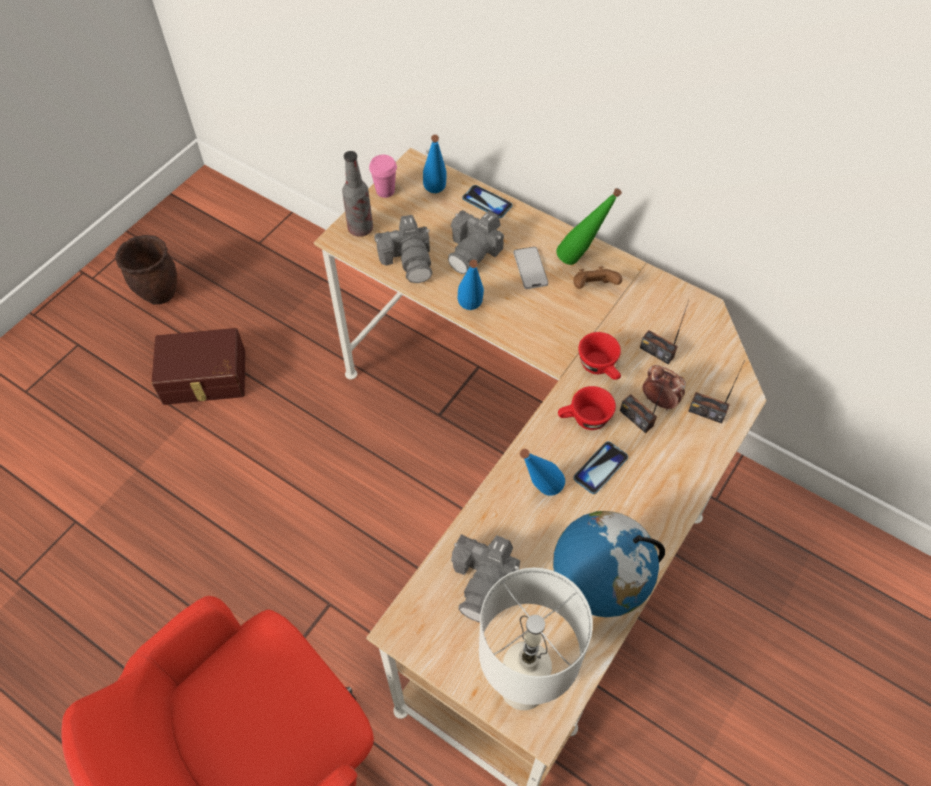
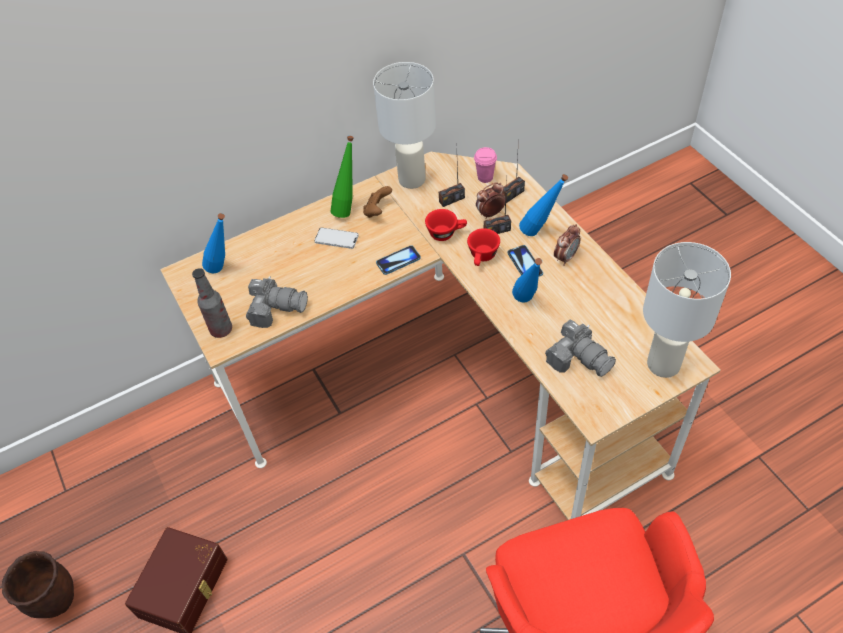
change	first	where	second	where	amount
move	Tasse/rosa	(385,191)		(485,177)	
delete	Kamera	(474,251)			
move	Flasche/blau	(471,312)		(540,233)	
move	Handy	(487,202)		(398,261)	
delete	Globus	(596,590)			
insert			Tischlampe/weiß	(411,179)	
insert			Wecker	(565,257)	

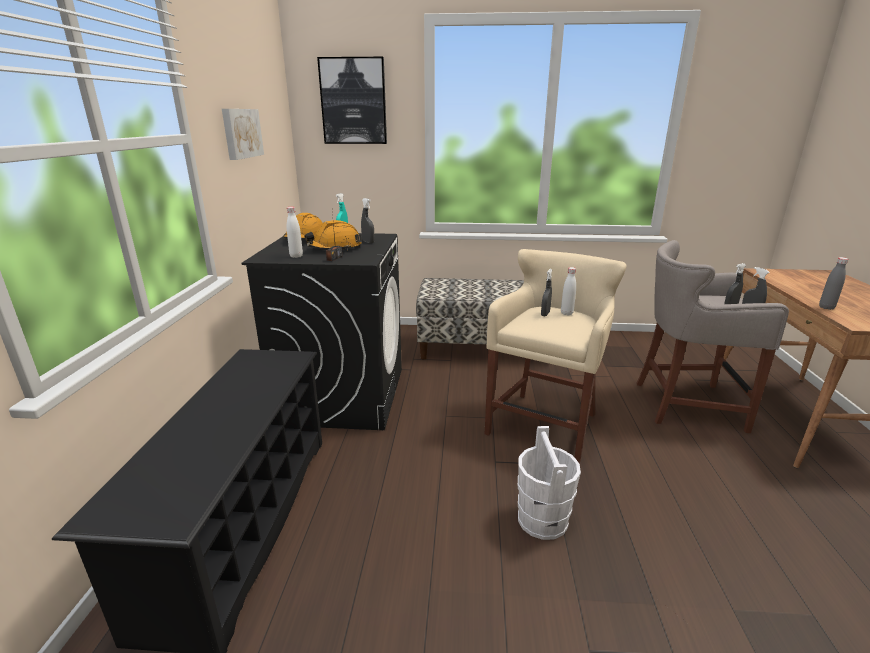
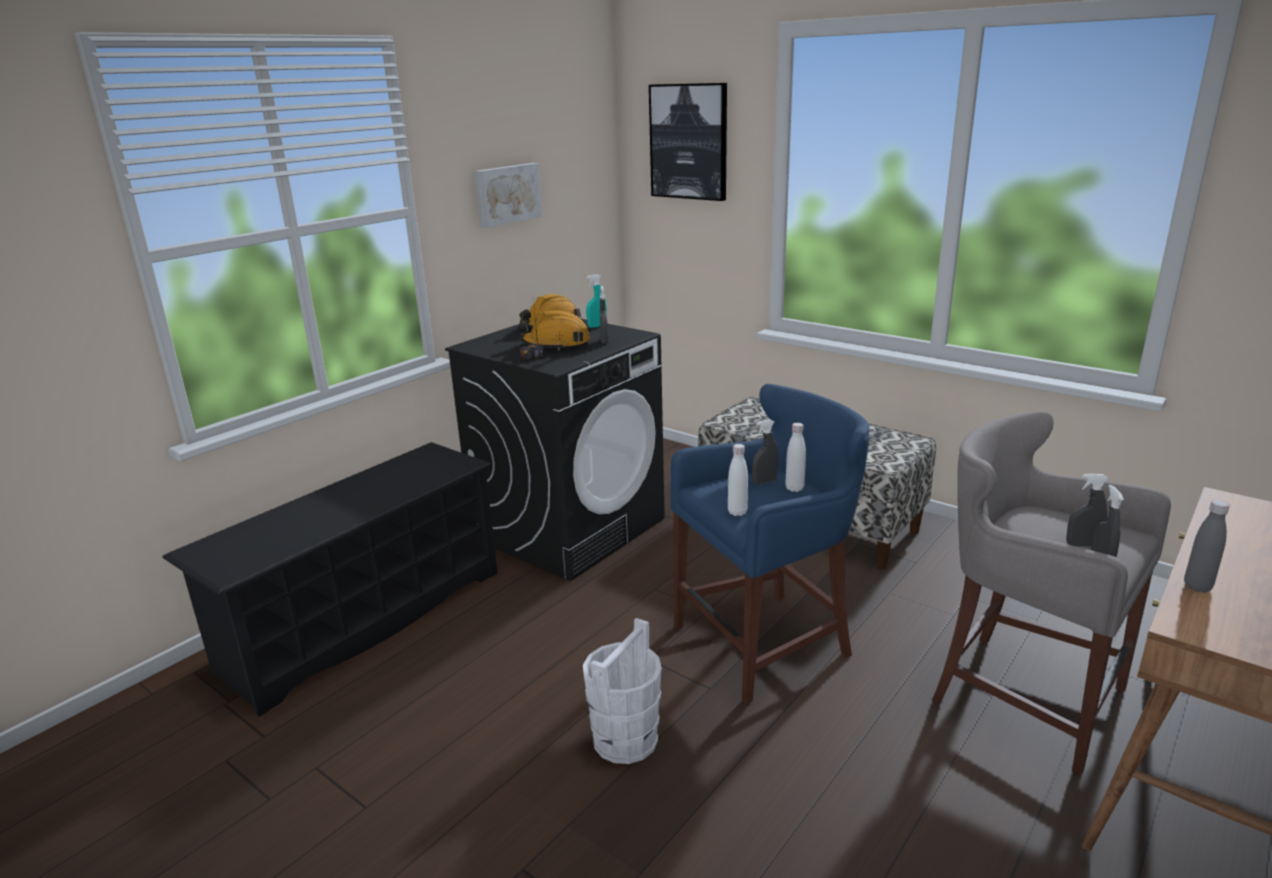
change	first	where	second	where	amount
move	Flasche/weiß	(296,256)		(737,512)	
recolor	Hocker/beige	(545,423)	Hocker/blau	(767,640)	

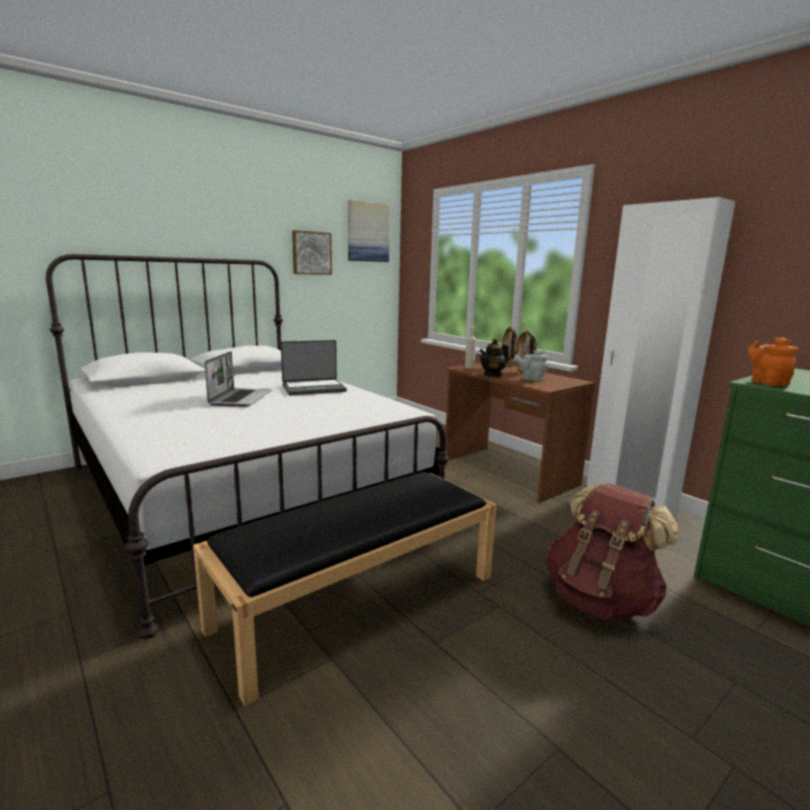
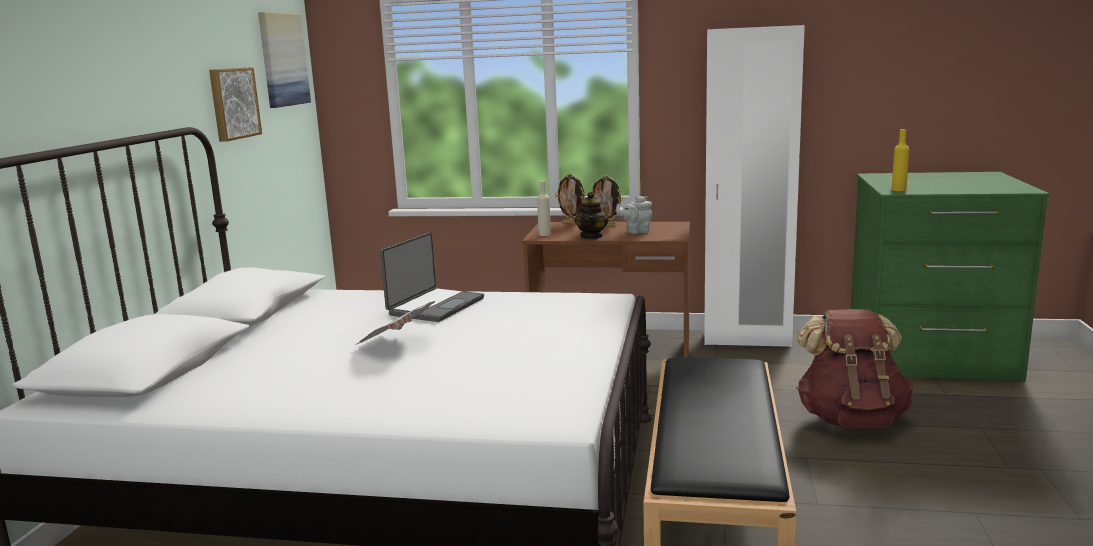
change	first	where	second	where	amount
replace	Laptop	(240,398)	Zeitung	(397,344)	
replace	Teekanne/orange	(766,382)	Flasche/gelb	(898,190)	

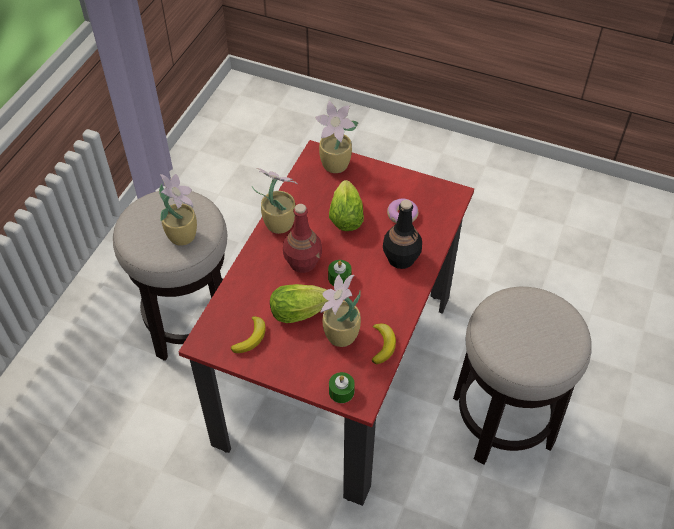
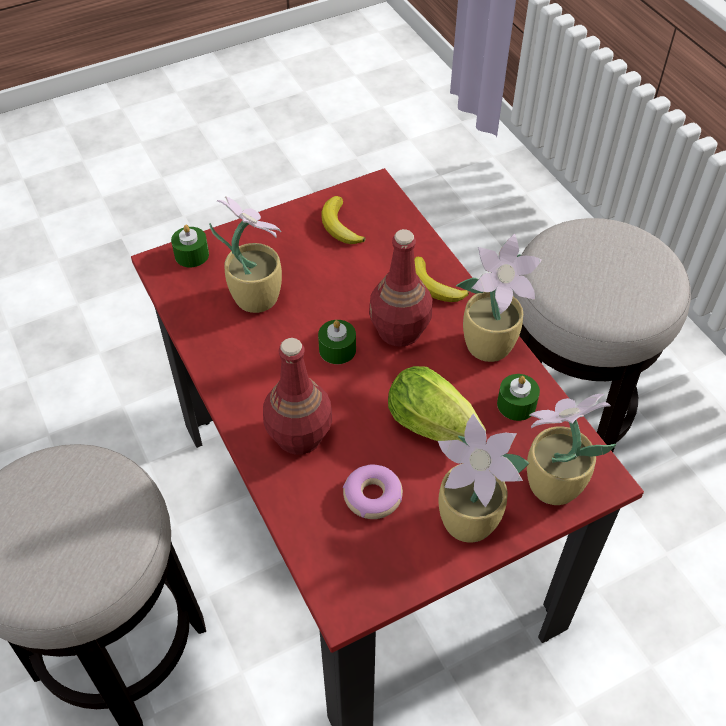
change	first	where	second	where	amount
move	Topfpflanze	(183,235)		(470,523)	
delete	Salatkopf	(302,312)			
move	Banane	(382,345)		(434,286)	
recolor	Flasche/schwarz	(401,259)	Flasche/rot	(299,434)	
insert			Kerze/grün	(516,404)	

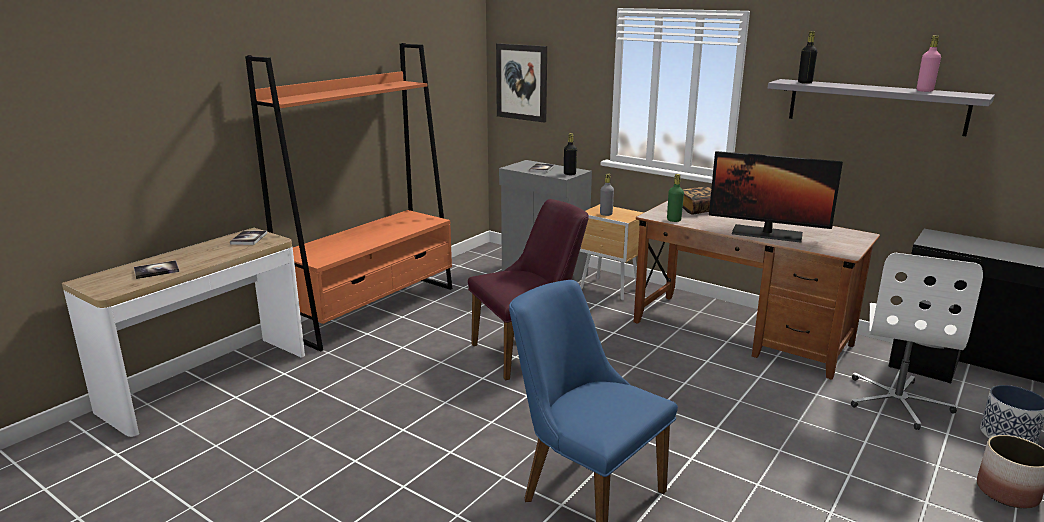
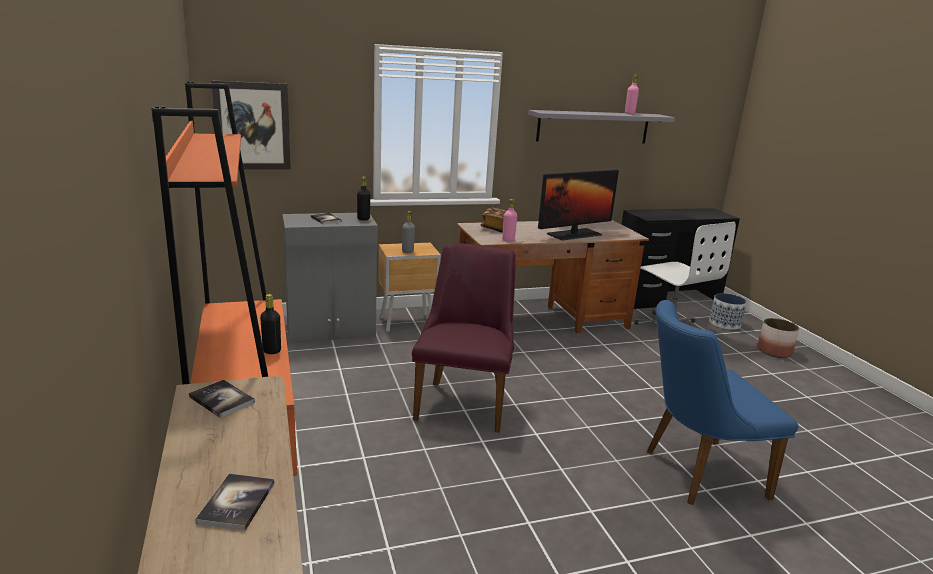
change	first	where	second	where	amount
recolor	Flasche/grün	(674,220)	Flasche/rosa	(508,240)	
move	Flasche/schwarz	(805,82)		(272,351)	

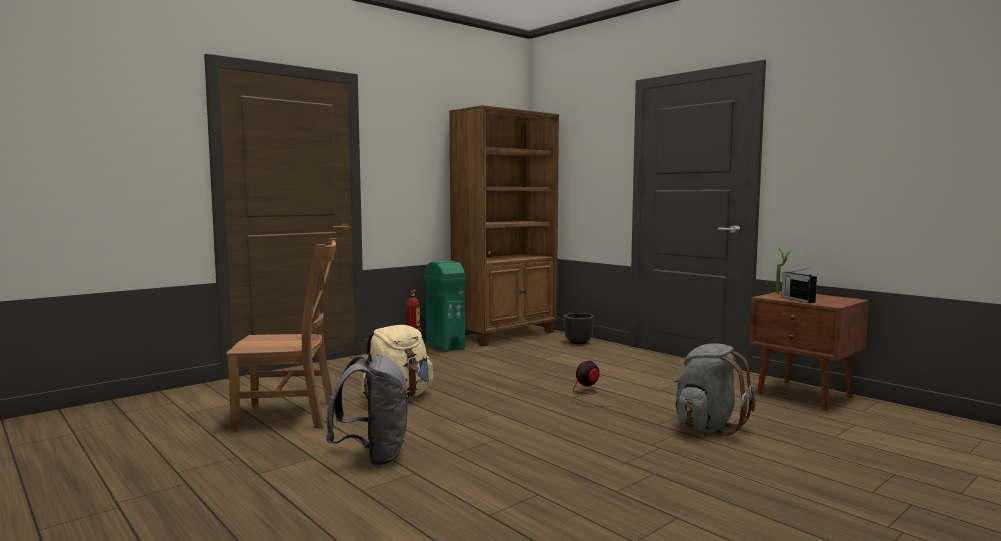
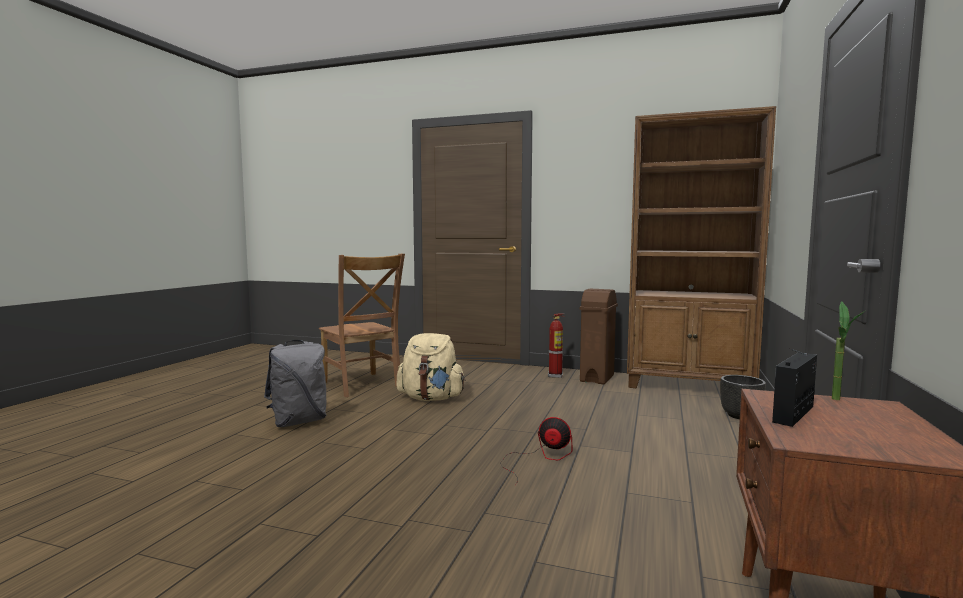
change	first	where	second	where	amount
recolor	Mülleimer/grün	(445,347)	Mülleimer/braun	(597,378)	
delete	Rucksack/grau	(707,426)			

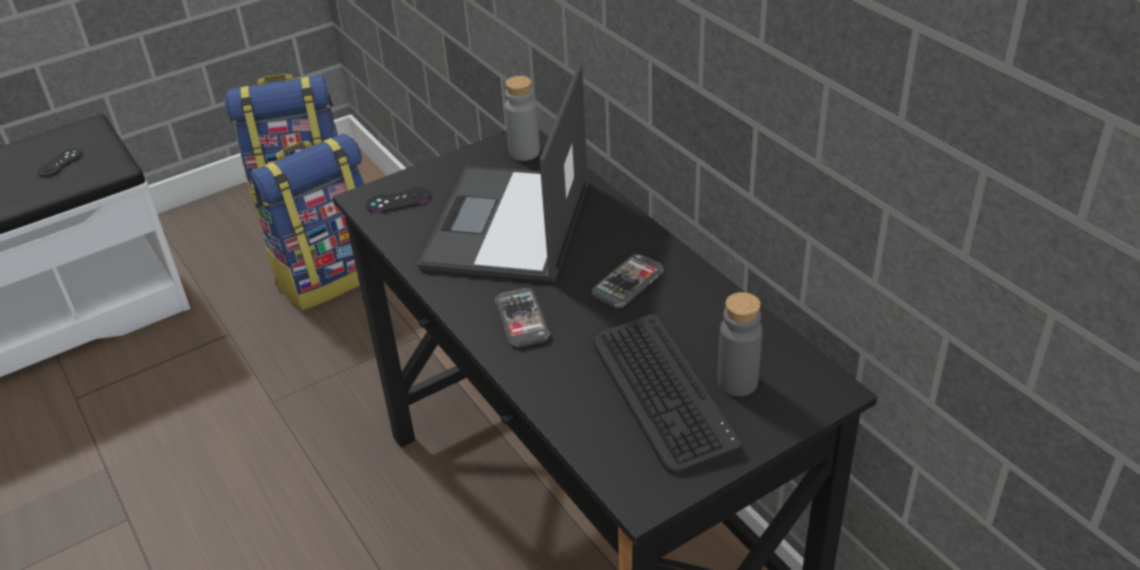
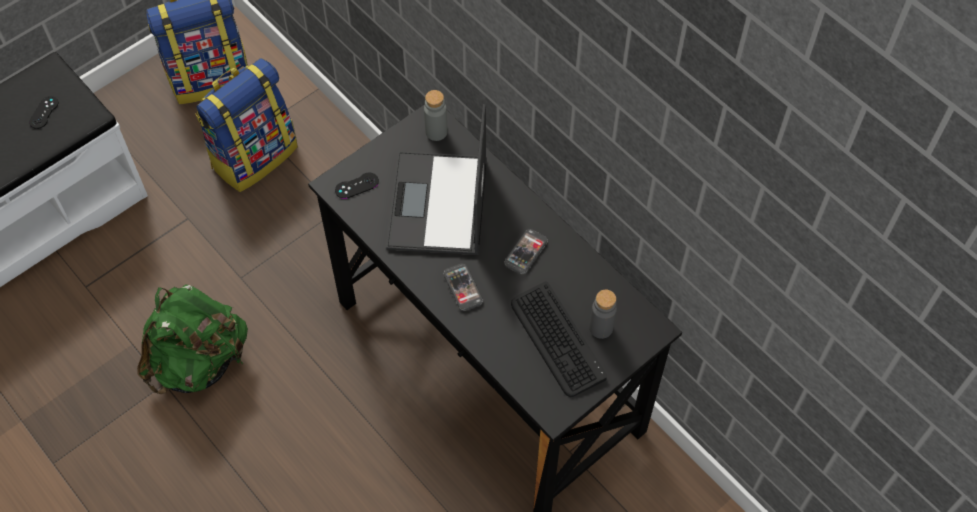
change	first	where	second	where	amount
insert			Rucksack/grün	(199,361)	

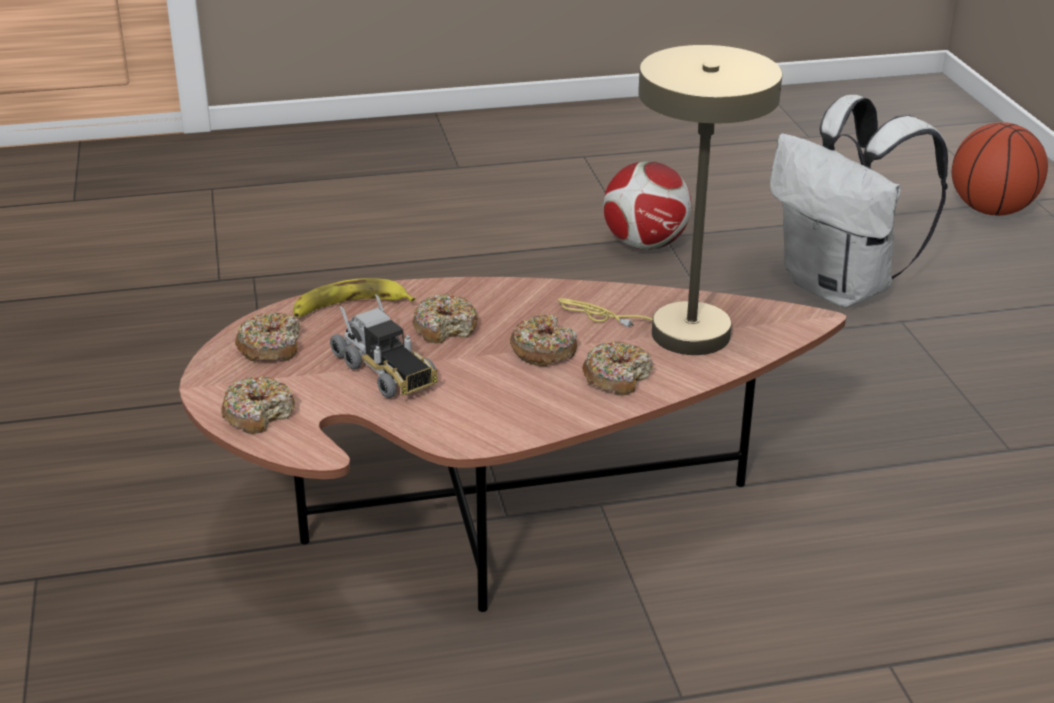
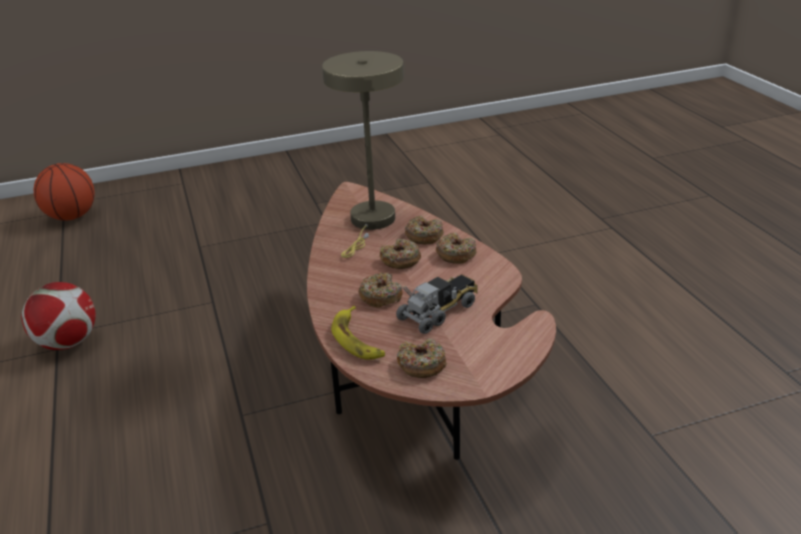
change	first	where	second	where	amount
move	Donut	(258,414)		(456,254)	
delete	Rucksack/weiß	(841,288)			

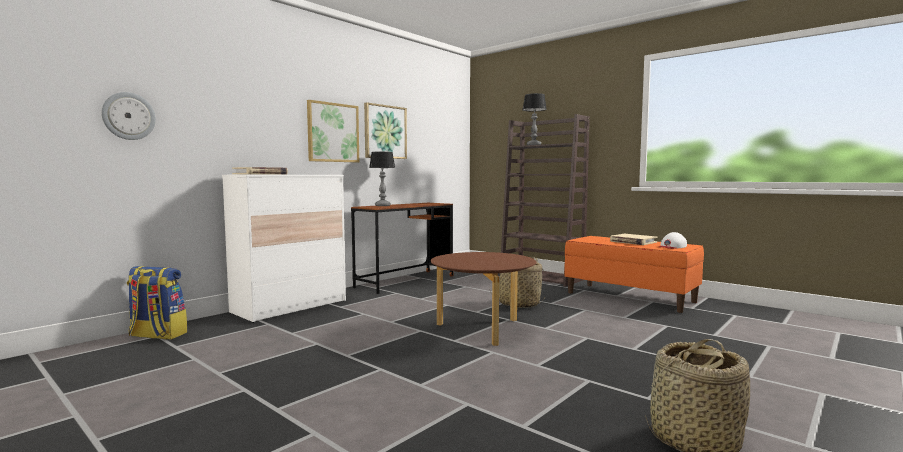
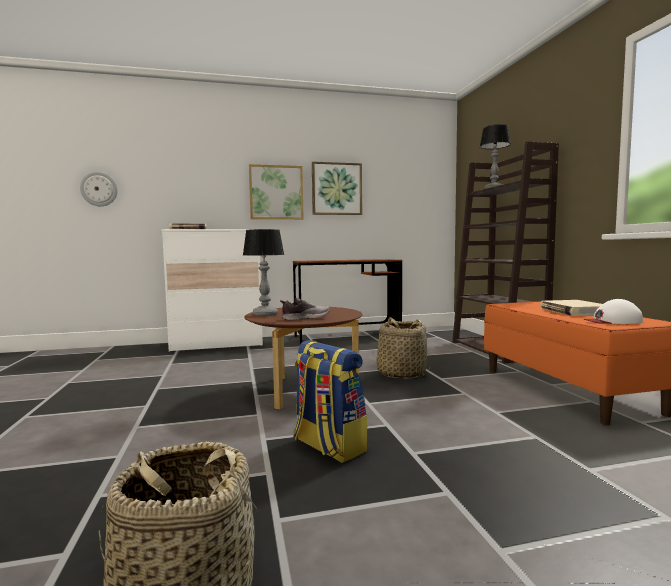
change	first	where	second	where	amount
move	Rucksack	(157,335)		(328,446)	
move	Tischlampe	(382,205)		(265,314)	
insert			Schuh	(305,318)	

